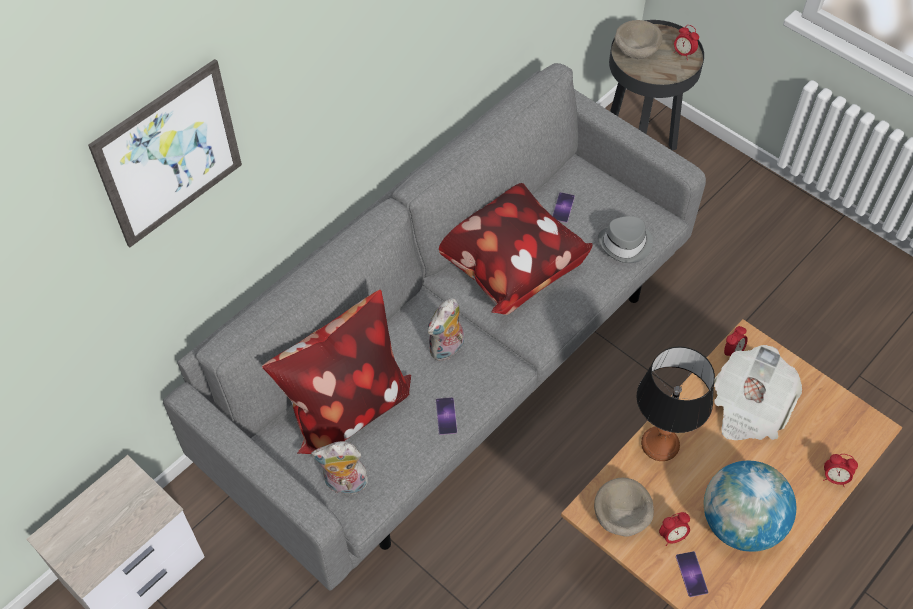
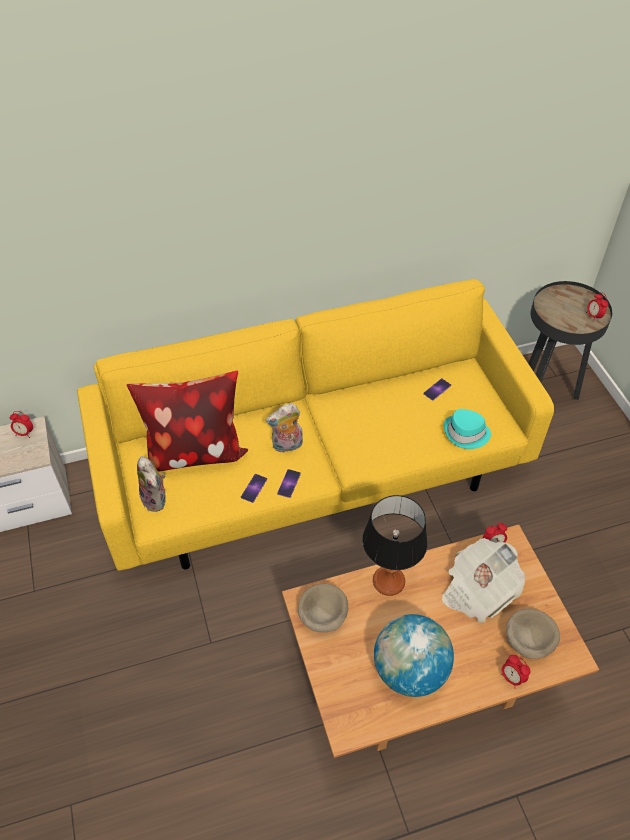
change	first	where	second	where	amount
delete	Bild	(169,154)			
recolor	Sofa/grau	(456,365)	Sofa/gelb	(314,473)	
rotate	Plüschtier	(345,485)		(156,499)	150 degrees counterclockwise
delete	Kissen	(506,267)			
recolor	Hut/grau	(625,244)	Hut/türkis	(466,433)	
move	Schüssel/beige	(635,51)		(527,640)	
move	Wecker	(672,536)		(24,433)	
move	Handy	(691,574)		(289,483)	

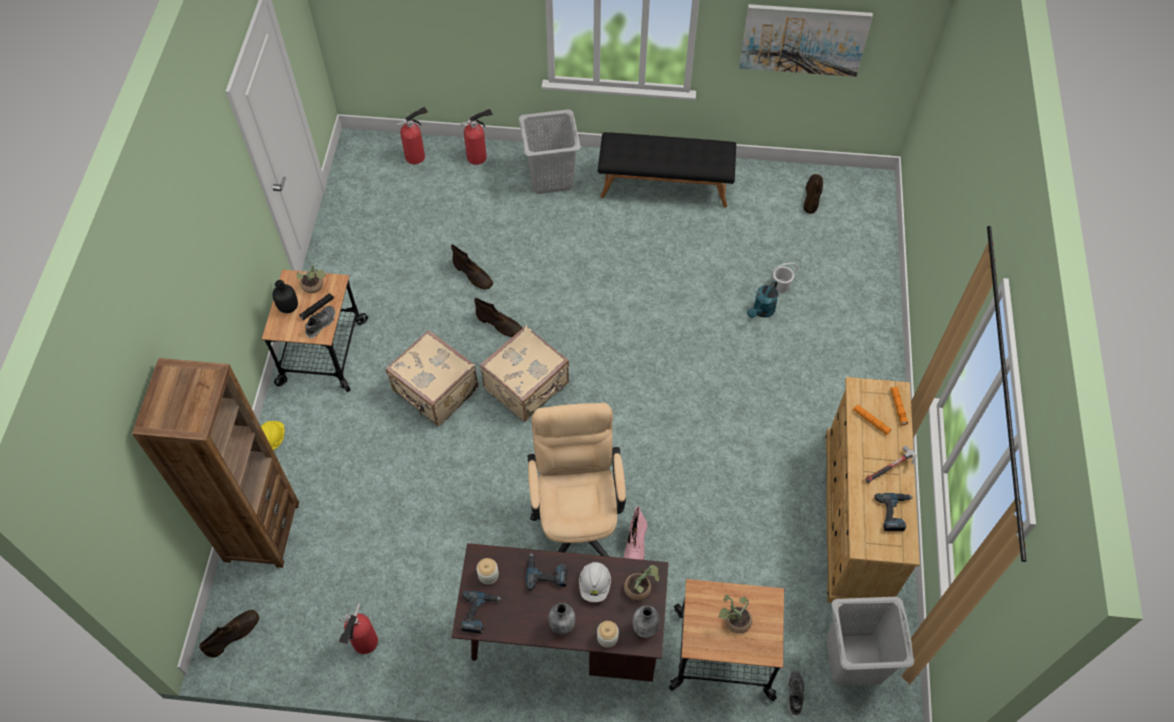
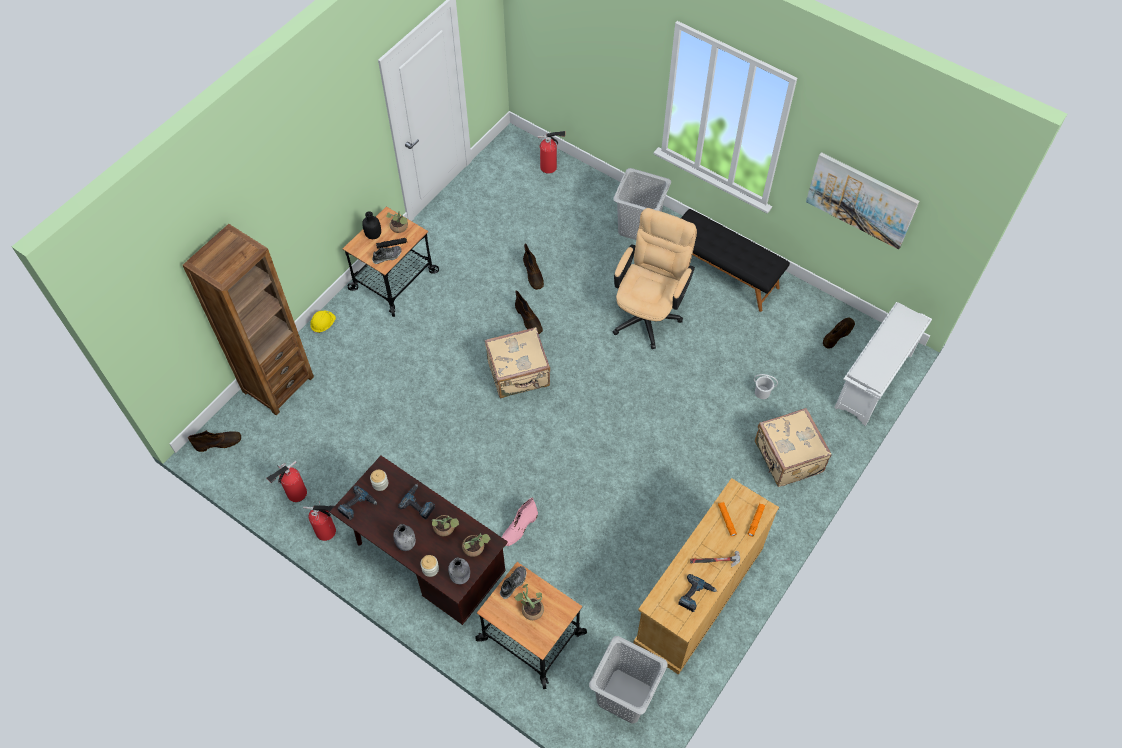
change	first	where	second	where	amount
move	Koffer/beige	(435,391)		(787,458)	
move	Feuerlöscher	(479,156)		(328,531)	
move	Bürostuhl/beige	(577,518)		(649,312)	
replace	Schutzhelm/weiß	(595,585)	Topfpflanze	(446,529)	
delete	Gießkanne/türkis	(762,311)			
move	Schuh	(794,694)		(513,583)	
insert			Schuhregal/weiß	(873,382)	

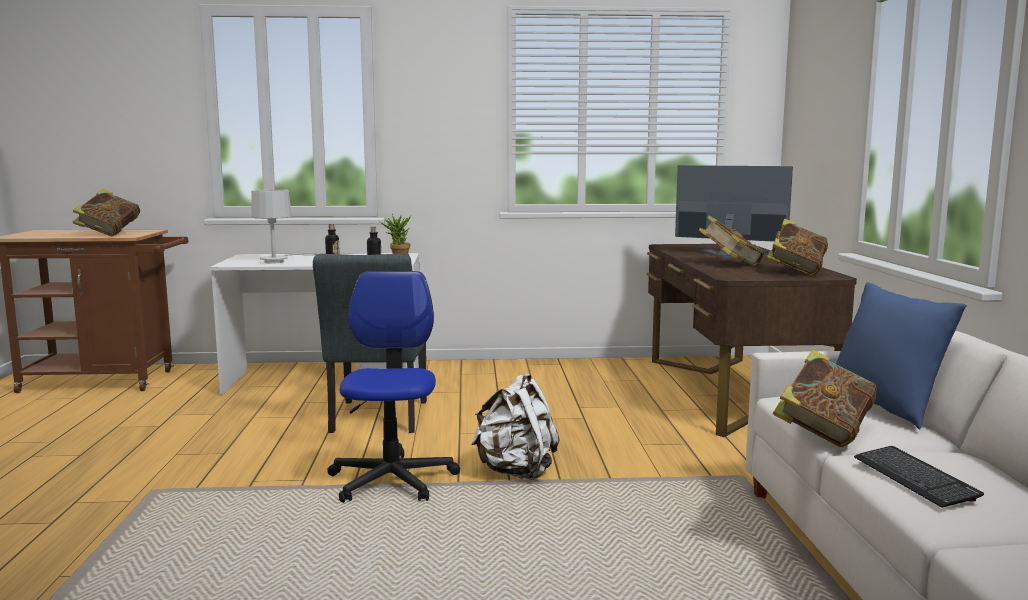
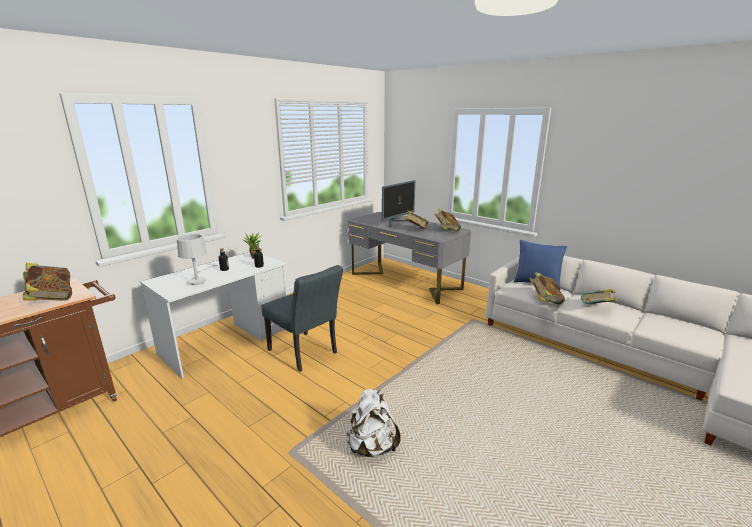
change	first	where	second	where	amount
delete	Bürostuhl	(392,480)			
move	Rucksack/weiß	(516,472)		(372,447)	
recolor	Schreibtisch/braun	(730,392)	Schreibtisch/grau	(404,281)	
rotate	Monitor	(728,255)		(397,222)	150 degrees clockwise
replace	Tastatur	(914,478)	Buch	(596,309)	

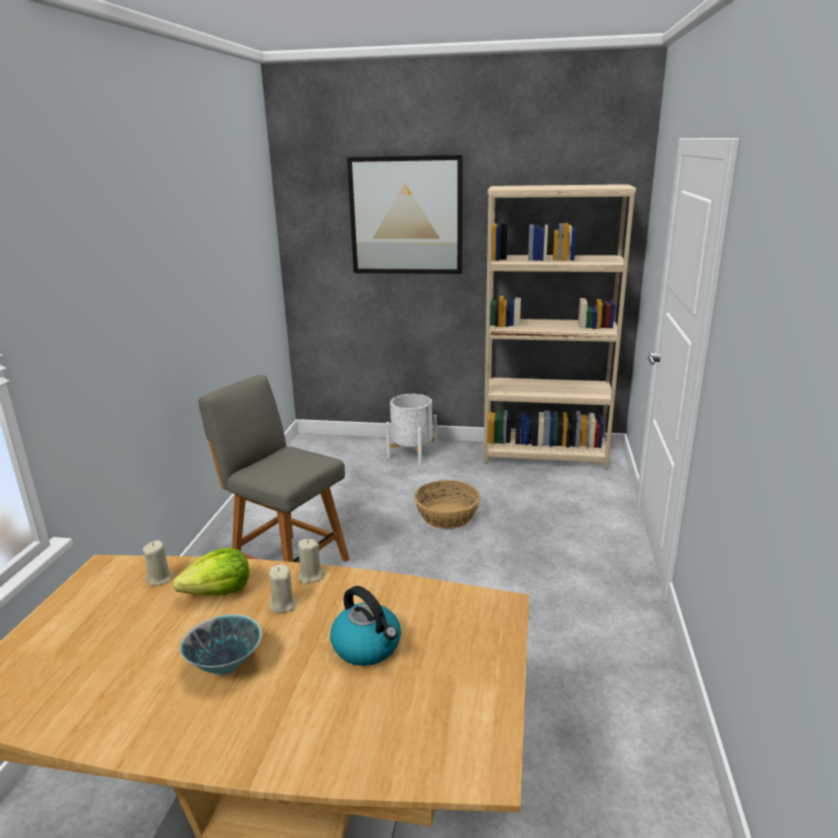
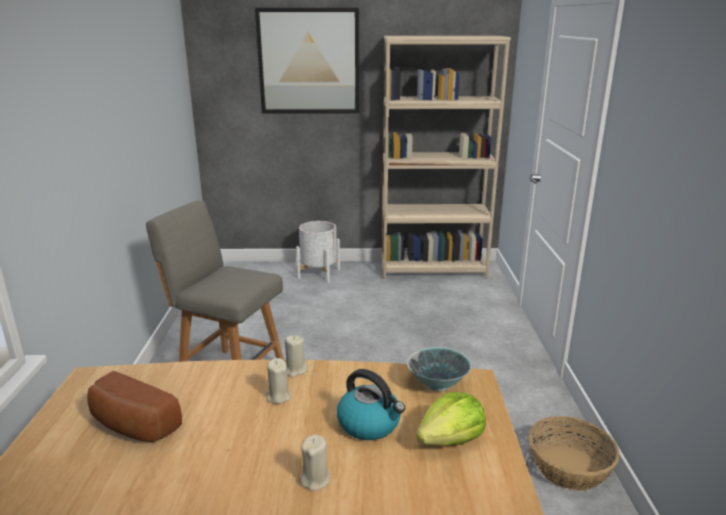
change	first	where	second	where	amount
move	Kerze/beige	(160,578)		(315,479)	
move	Salatkopf	(219,591)		(451,439)	
move	Schüssel	(226,666)		(438,385)	
move	Korb	(447,516)		(569,467)	
insert			Brot	(131,426)	

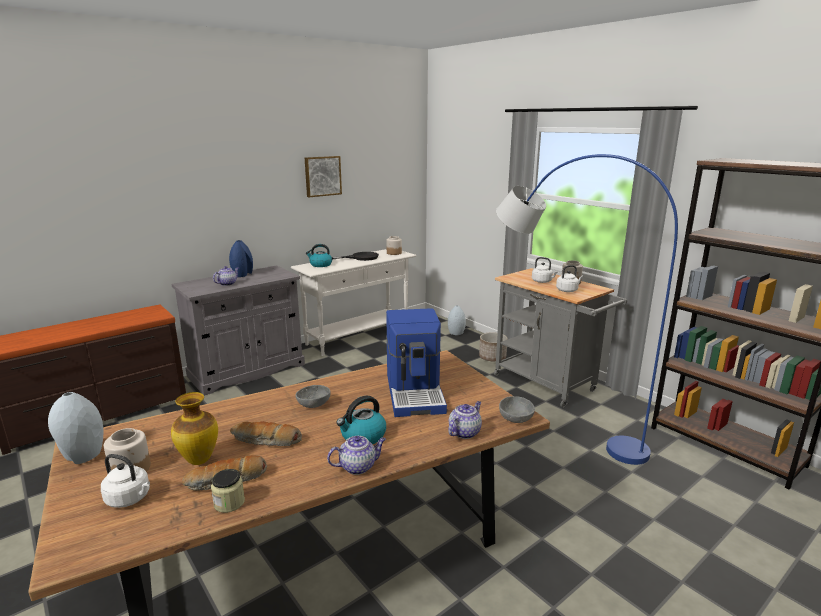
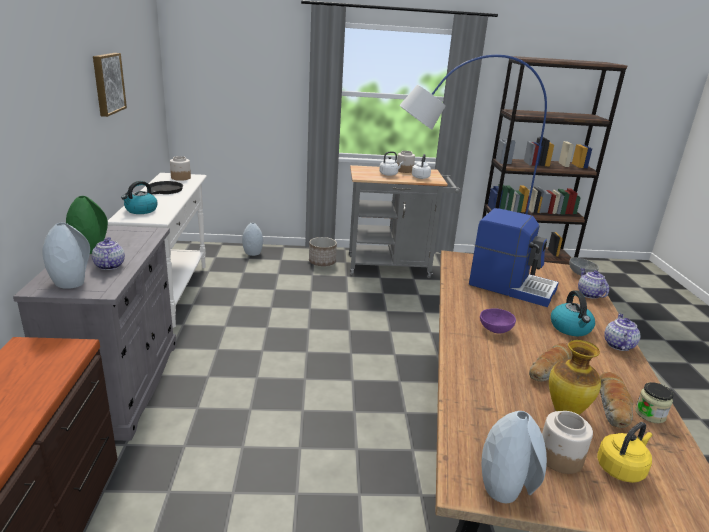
change	first	where	second	where	amount
recolor	Wasserkessel/weiß	(130,499)	Wasserkessel/gelb	(621,468)	
recolor	Vase/blau	(243,275)	Vase/grün	(90,249)	
recolor	Schüssel/grau	(313,404)	Schüssel/lila	(495,329)	
insert			Vase/grau	(71,282)	

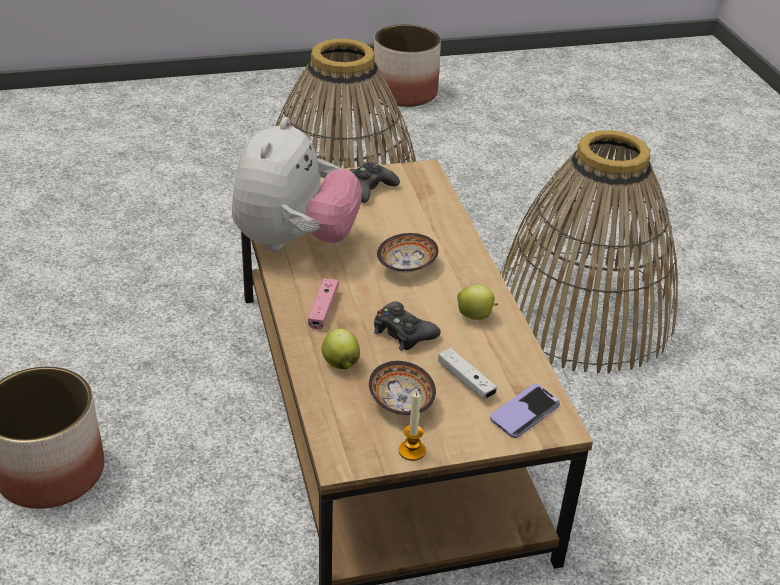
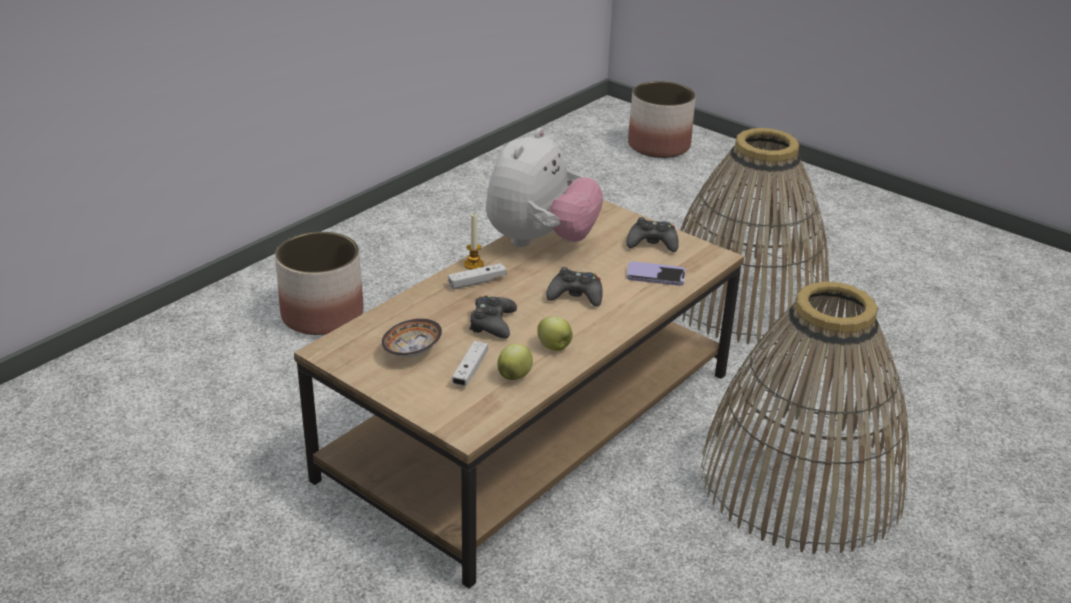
change	first	where	second	where	amount
rotate	Plüschtier	(294,241)		(540,241)	45 degrees counterclockwise
recolor	Gamepad/rosa	(323,309)	Gamepad/weiß	(477,282)	
move	Apfel	(340,363)		(515,376)	
move	Pflanzkübel	(405,93)		(659,146)	
replace	Schüssel	(406,266)	Gamepad/schwarz	(575,295)	
move	Kerze	(412,451)		(473,264)	
move	Handy	(525,412)		(655,275)	

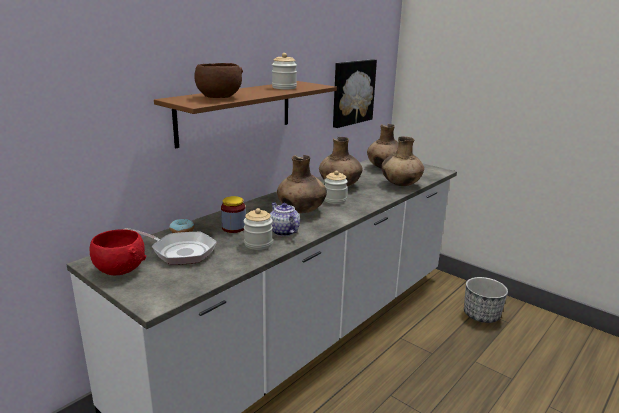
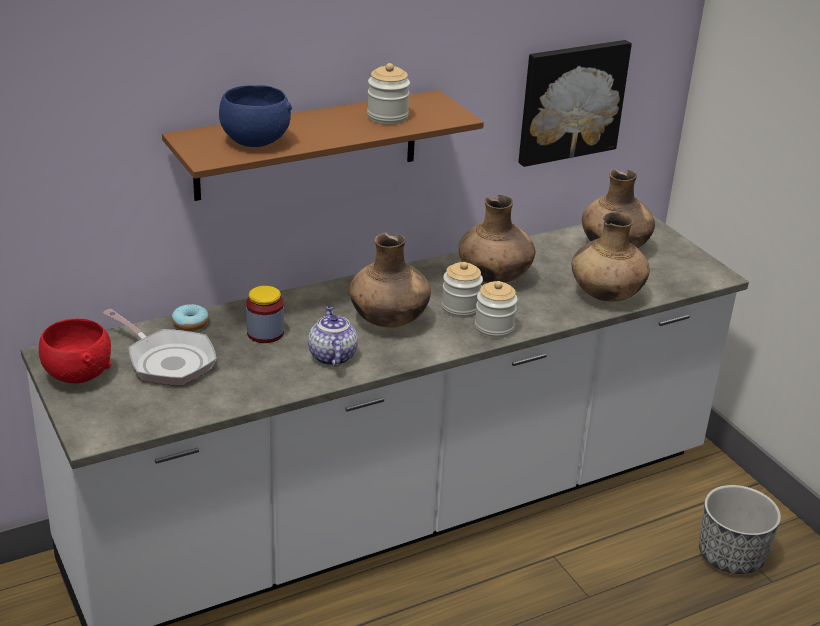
change	first	where	second	where	amount
recolor	Schüssel/braun	(218,97)	Schüssel/blau	(254,141)	
move	Vorratsglas	(258,244)		(494,328)	

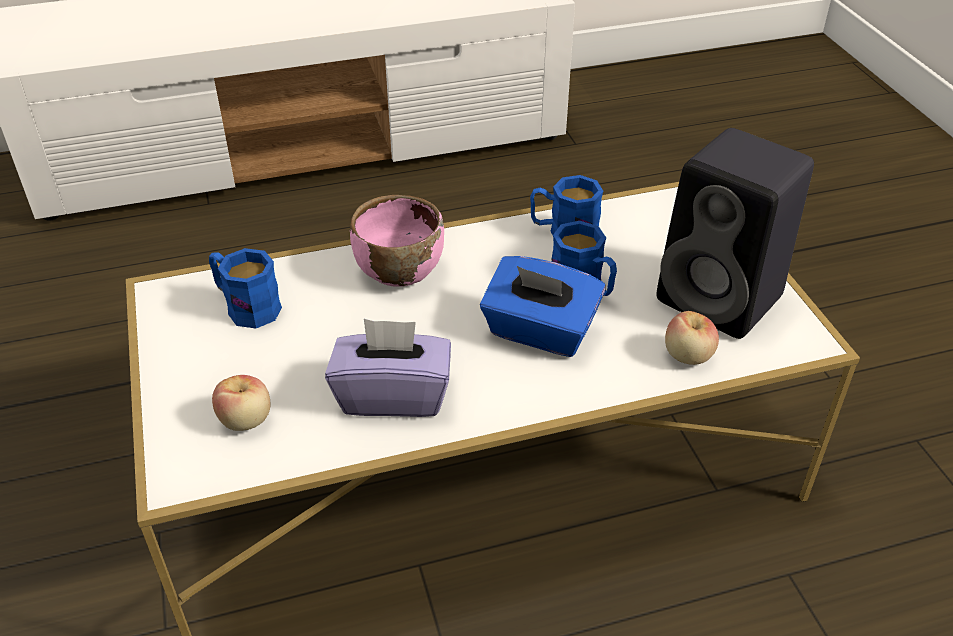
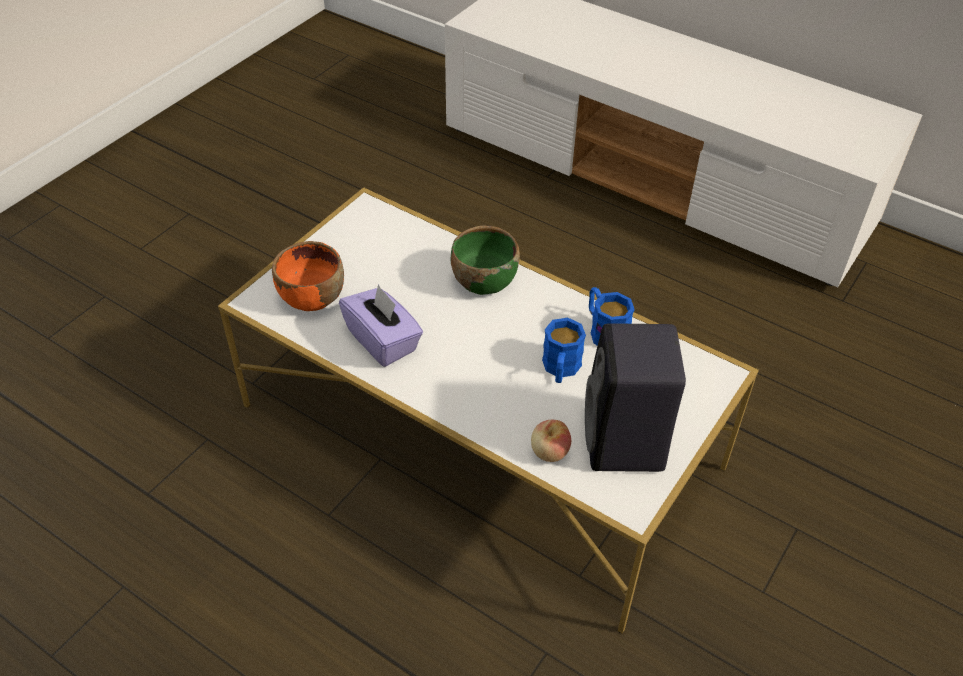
change	first	where	second	where	amount
delete	Henkelbecher/blau	(246,306)			
replace	Apfel	(246,420)	Schüssel/orange	(312,298)	
recolor	Schüssel/rosa	(398,271)	Schüssel/grün	(484,281)	
delete	Taschentuchbox/blau	(539,332)			

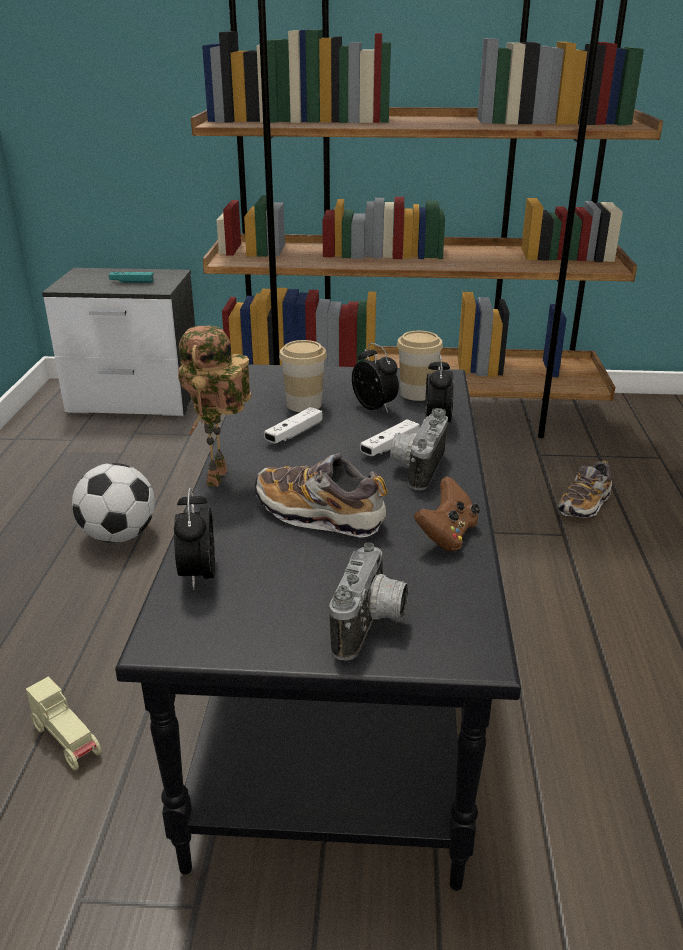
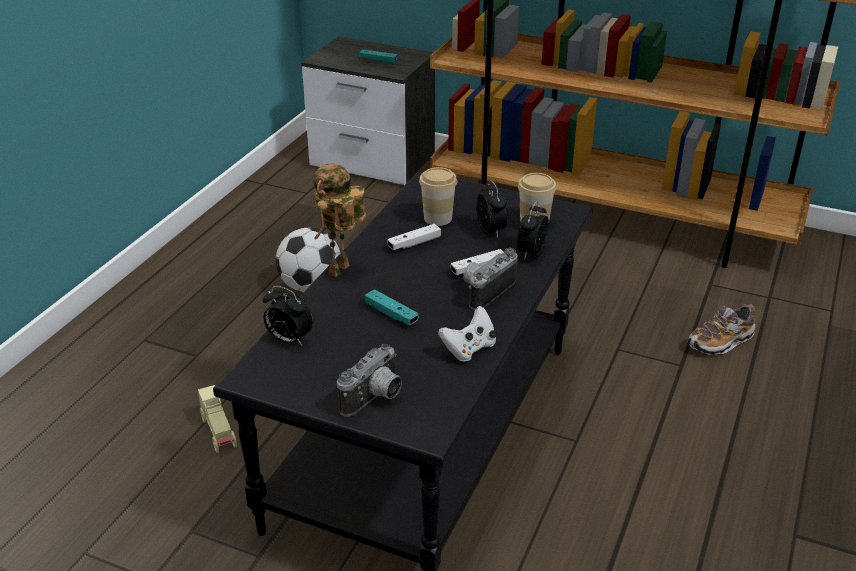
change	first	where	second	where	amount
rotate	Wecker	(198,574)		(288,339)	75 degrees counterclockwise
replace	Schuh	(319,515)	Gamepad/türkis	(391,314)	
recolor	Gamepad/braun	(447,535)	Gamepad/weiß	(469,349)	

